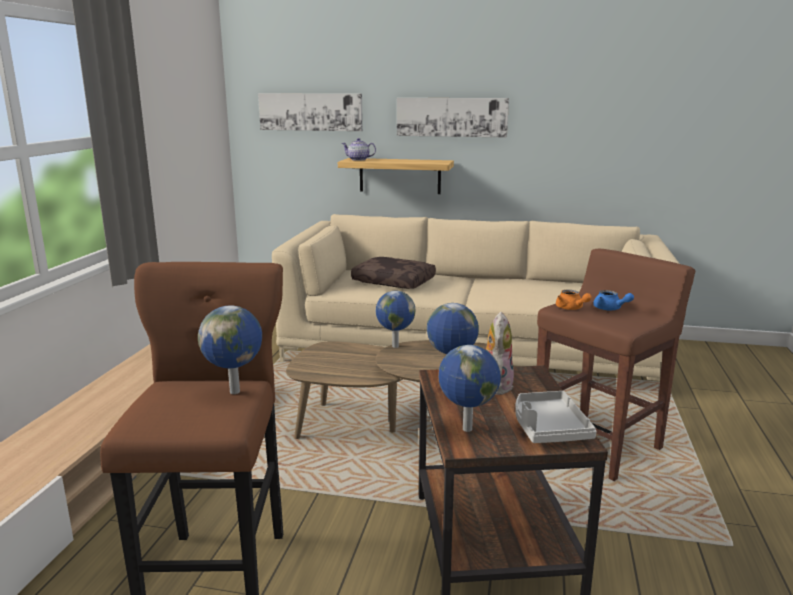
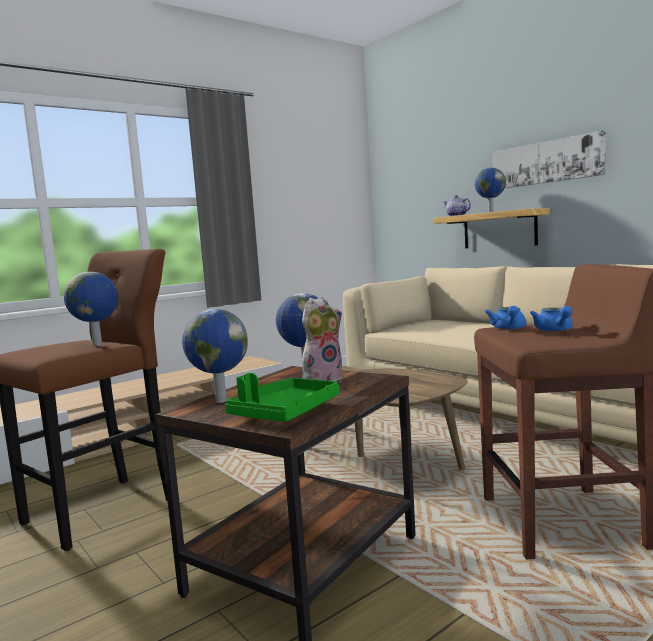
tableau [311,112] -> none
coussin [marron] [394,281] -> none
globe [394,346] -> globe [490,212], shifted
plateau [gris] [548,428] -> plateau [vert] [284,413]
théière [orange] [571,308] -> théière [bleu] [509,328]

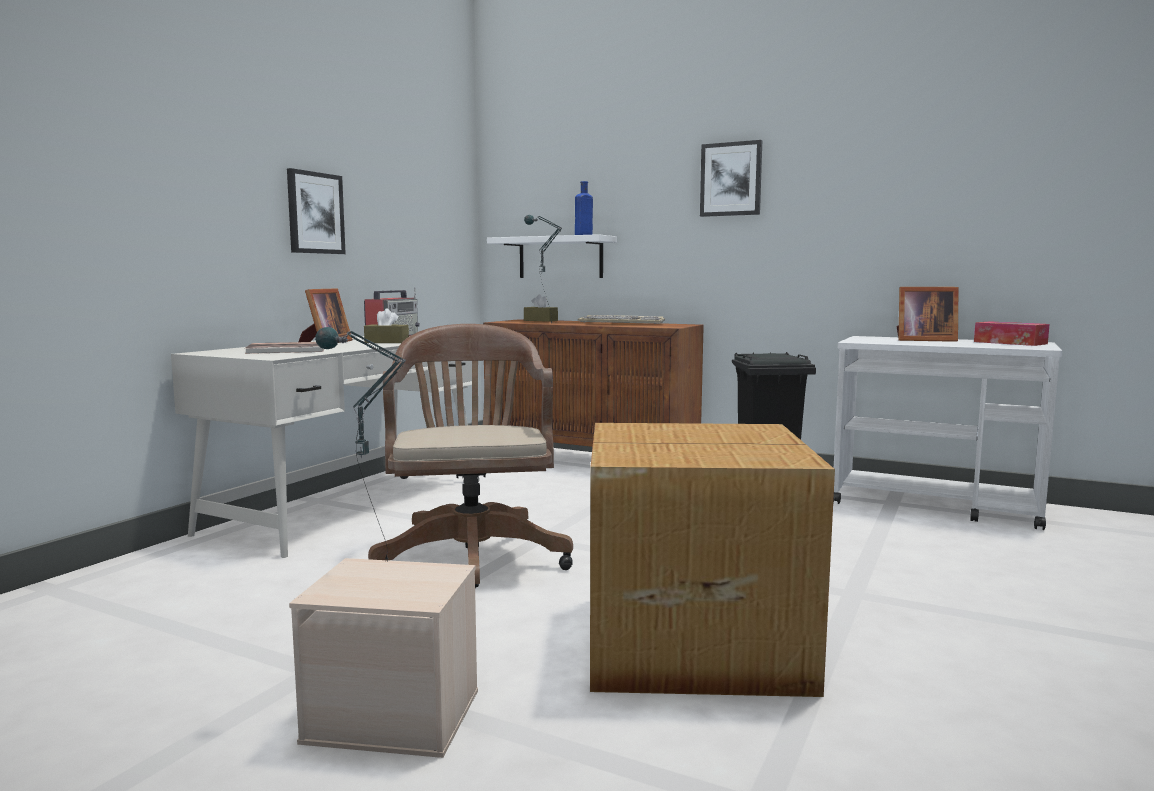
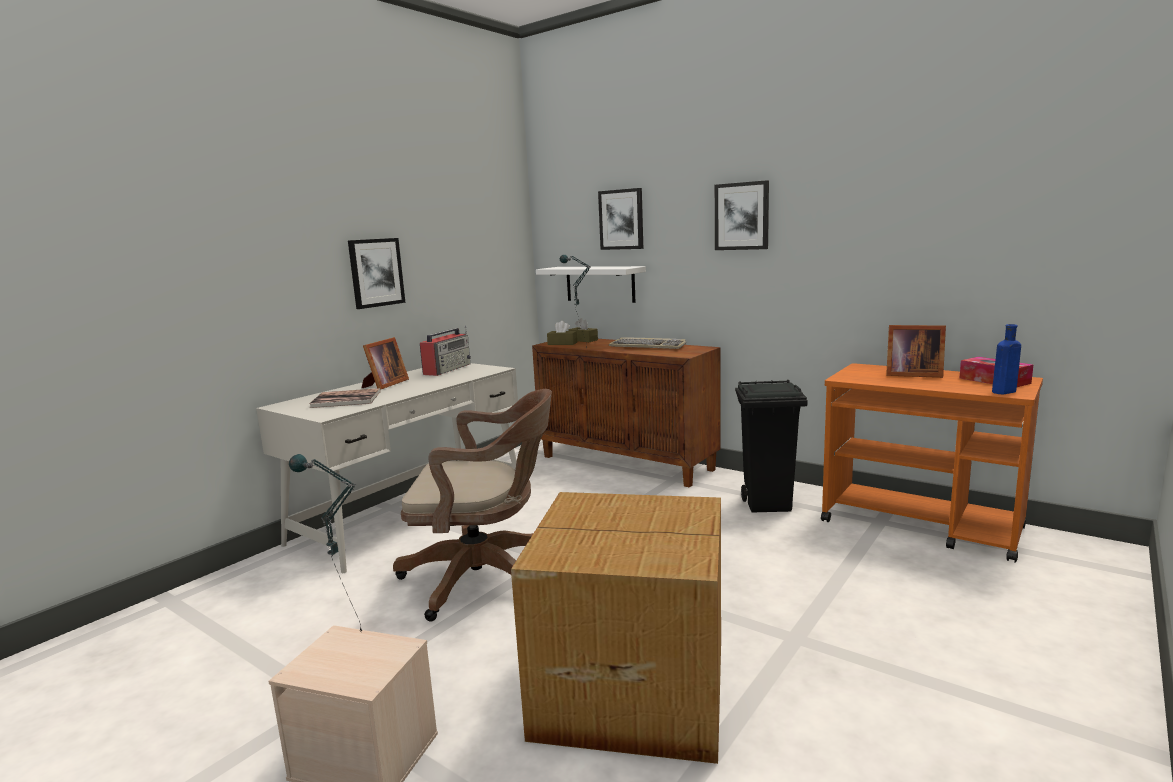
boîte à mouchoirs [marron] [386,342] -> boîte à mouchoirs [marron] [562,343], shifted
chaise de bureau [marron] [472,557] -> chaise de bureau [marron] [487,578], 90 degrees clockwise
bouteille [bleu] [582,235] -> bouteille [bleu] [1003,392], shifted
chariot [blanc] [936,504] -> chariot [orange] [922,525]
none -> tableau [621,219]

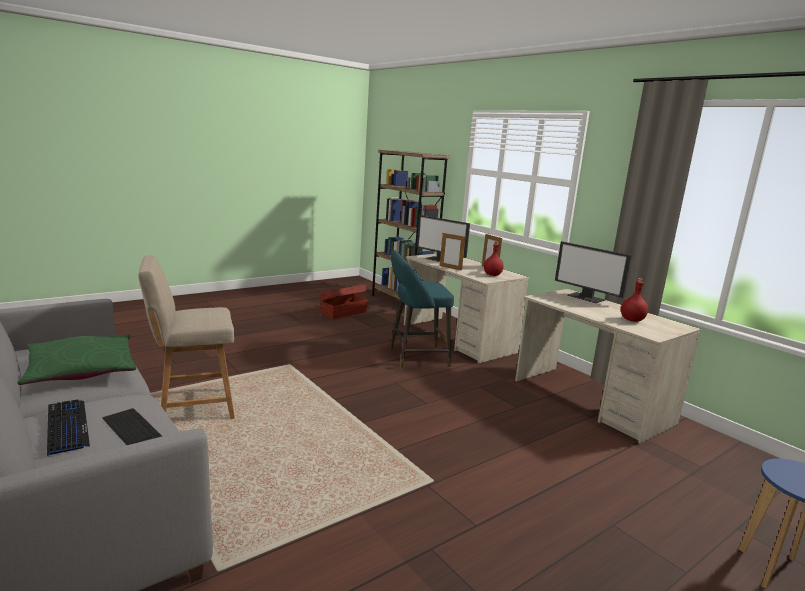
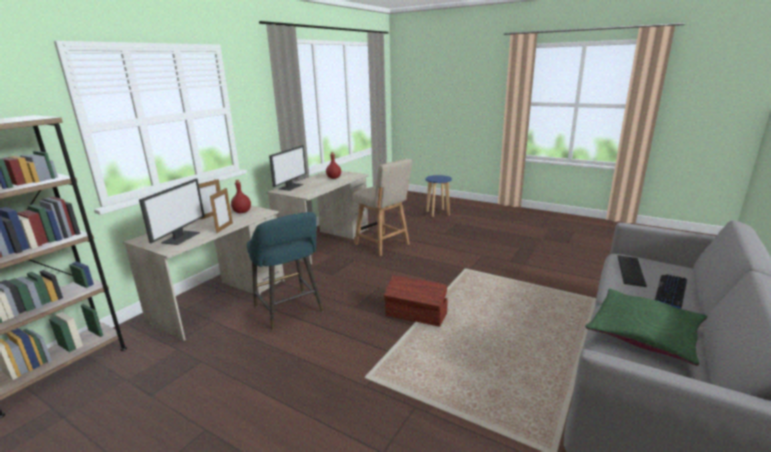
chaise [beige] [191,407] -> chaise [beige] [383,245], shifted
boîte de rangement [marron] [343,312] -> boîte de rangement [marron] [416,315], shifted

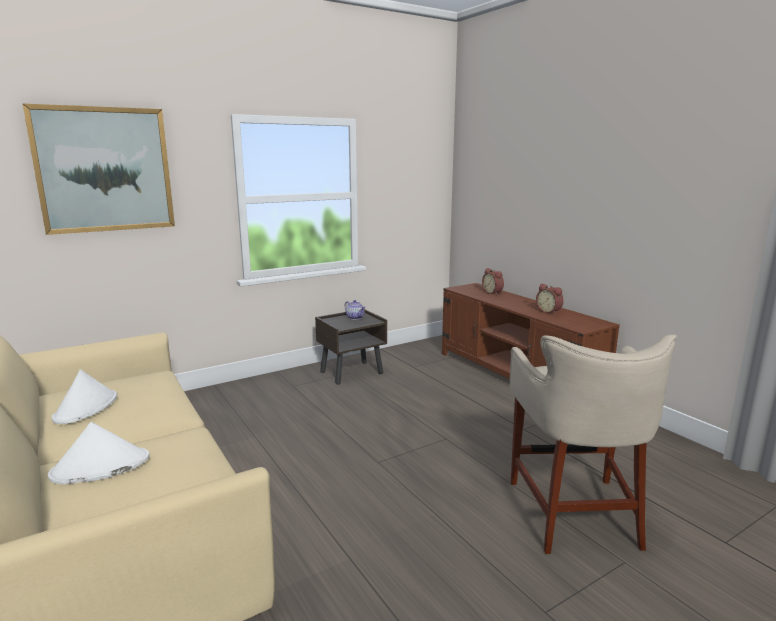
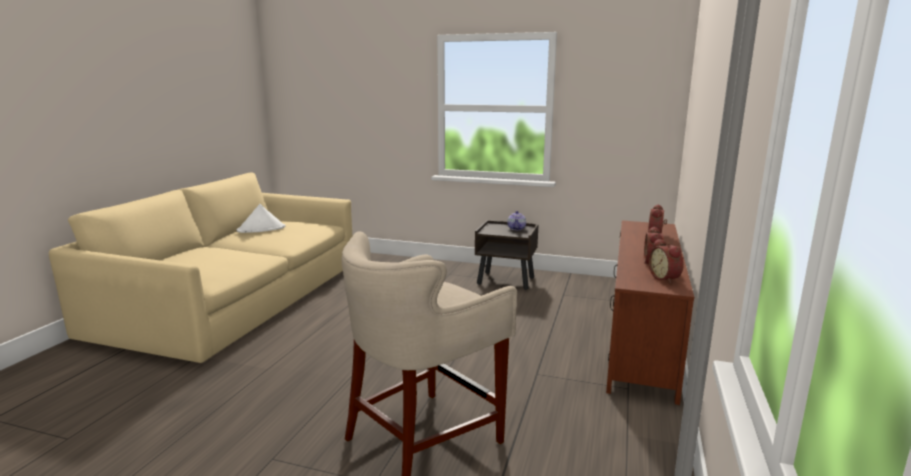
tableau [104,170] -> none
chapeau [blanc] [100,467] -> none
none -> réveil [665,278]

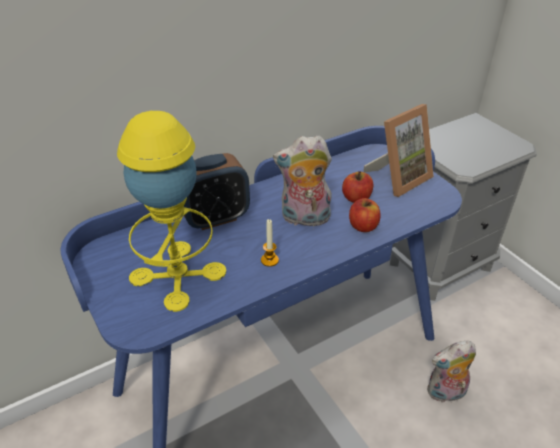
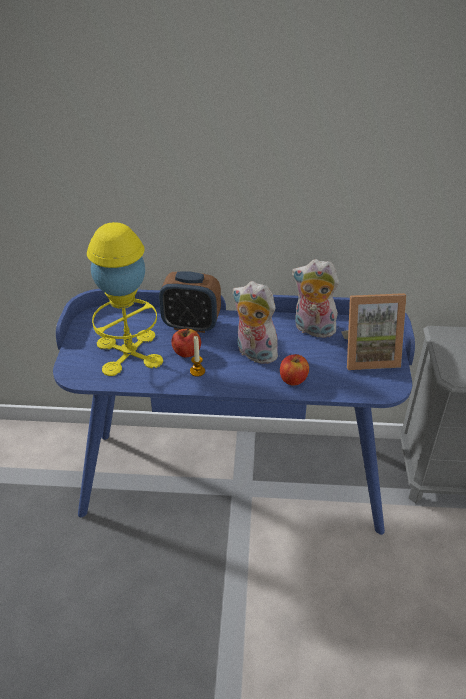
pomme [356,198] -> pomme [186,352], shifted
peluche [445,393] -> peluche [312,330], shifted

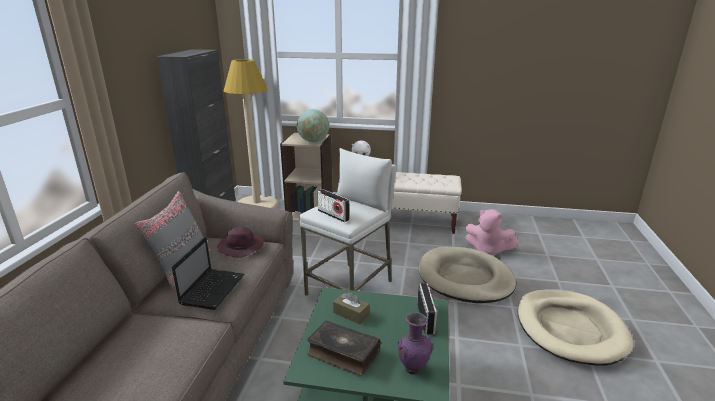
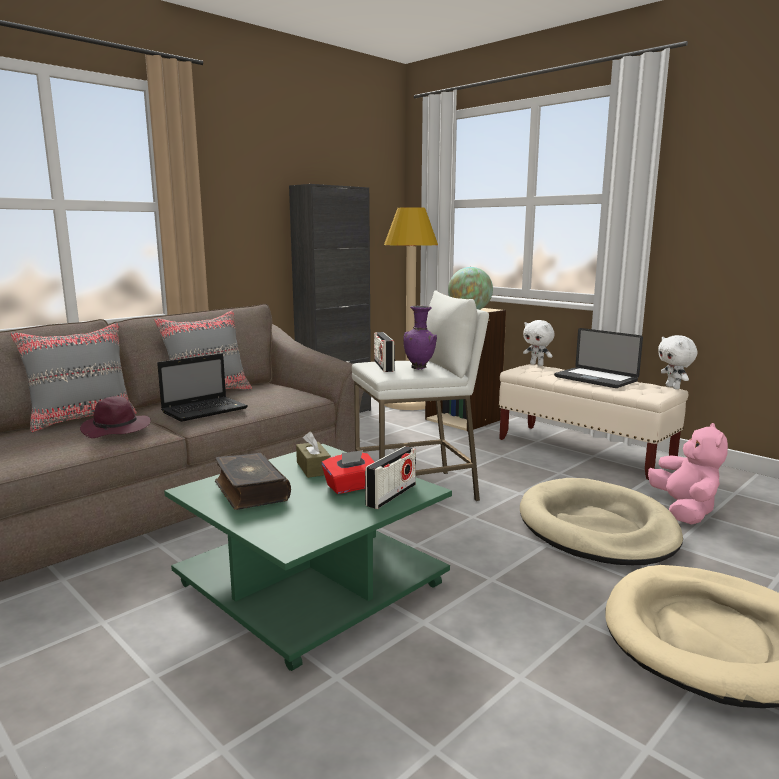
chapeau [violet] [242,247] -> chapeau [violet] [117,429], shifted
vase [violet] [413,368] -> vase [violet] [420,368], shifted
peluche [rose] [487,250] -> peluche [rose] [684,510], 150 degrees counterclockwise
none -> coussin [gris] [82,419]
none -> boîte à mouchoirs [rouge] [351,487]
none -> ordinateur portable [595,379]
none -> peluche [blanc] [673,387]

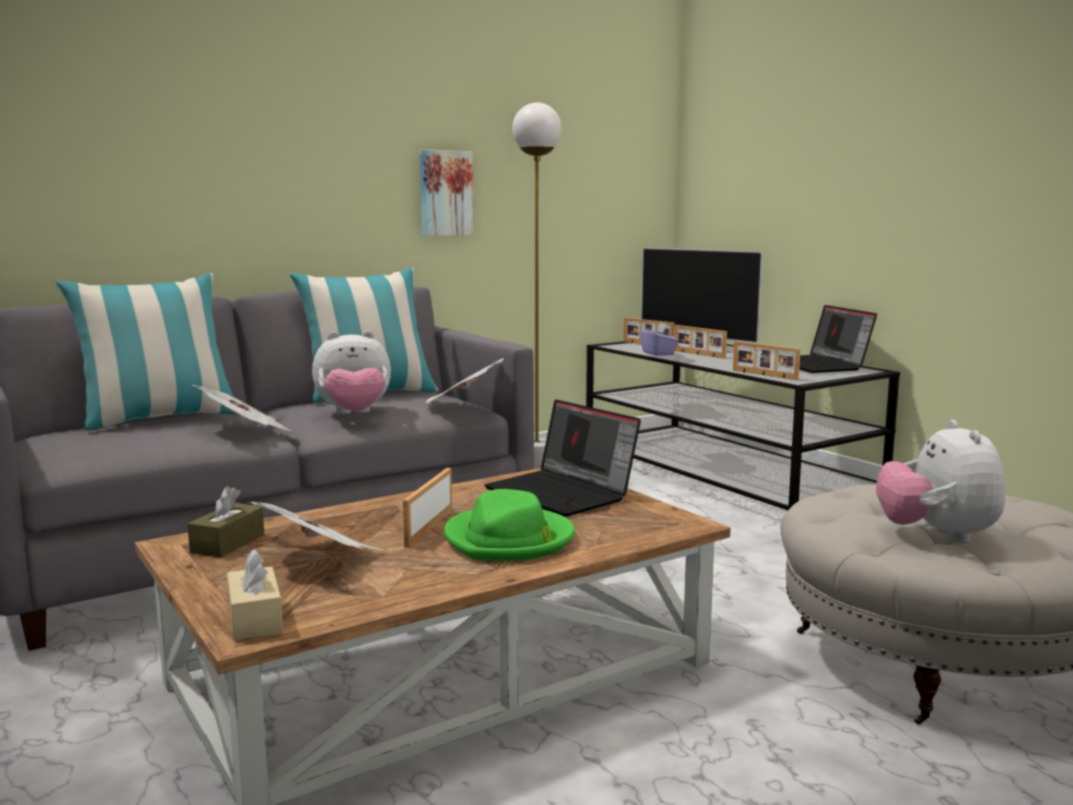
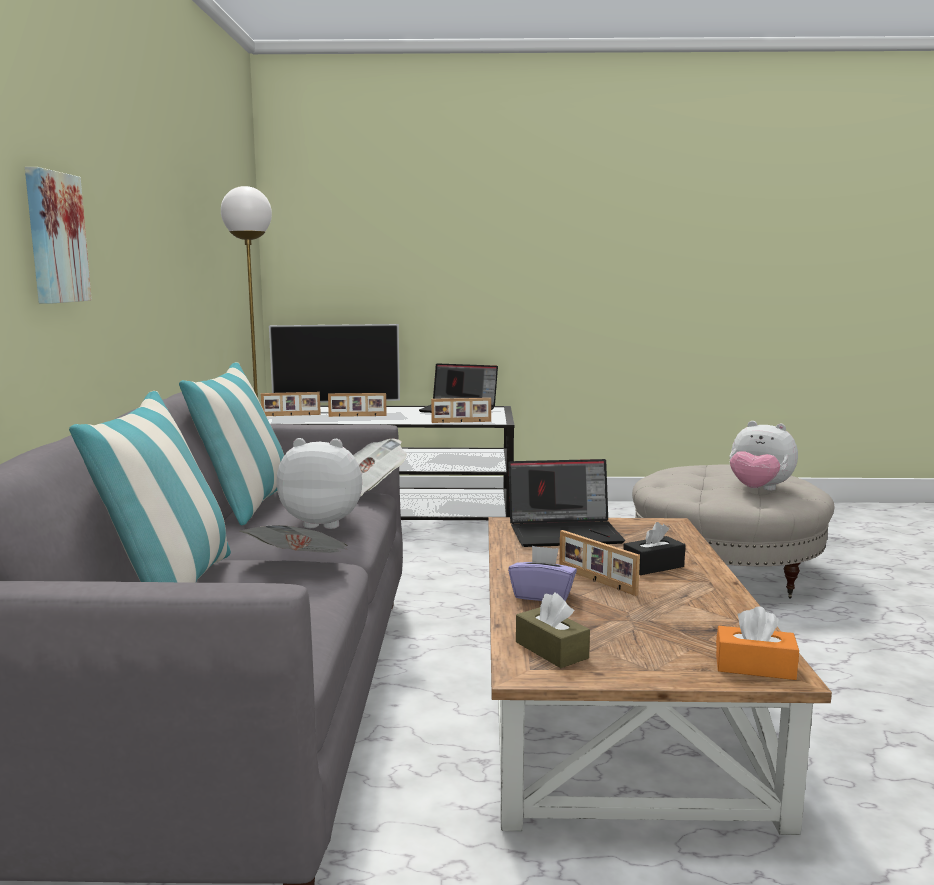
boîte à mouchoirs [beige] [255,619] -> boîte à mouchoirs [orange] [755,667]
journal [318,559] -> none
peluche [354,414] -> peluche [324,523], 105 degrees counterclockwise
tableau [445,193] -> tableau [54,238], shifted
chapeau [vert] [509,540] -> boîte à mouchoirs [noir] [653,566]
boîte à mouchoirs [violet] [658,353] -> boîte à mouchoirs [violet] [542,595], shifted

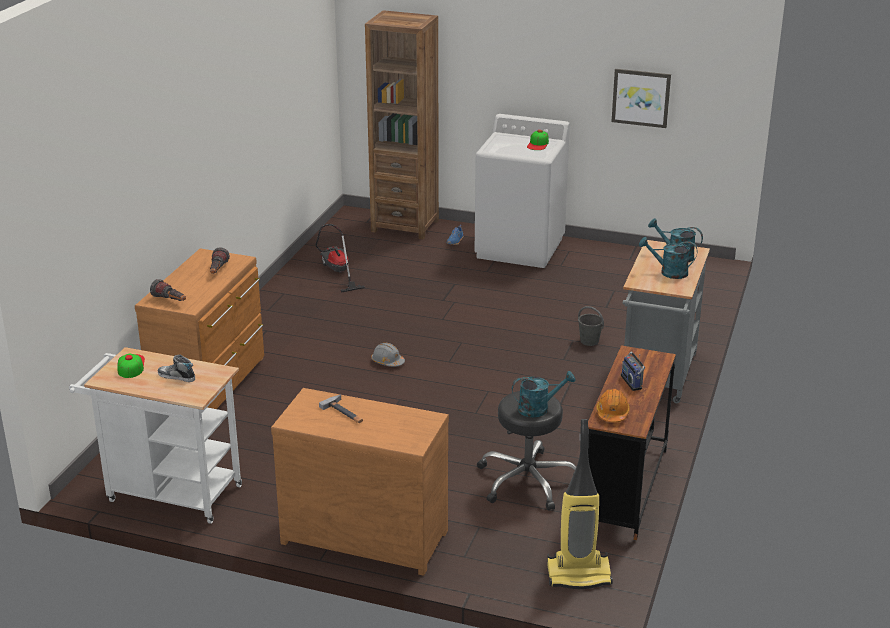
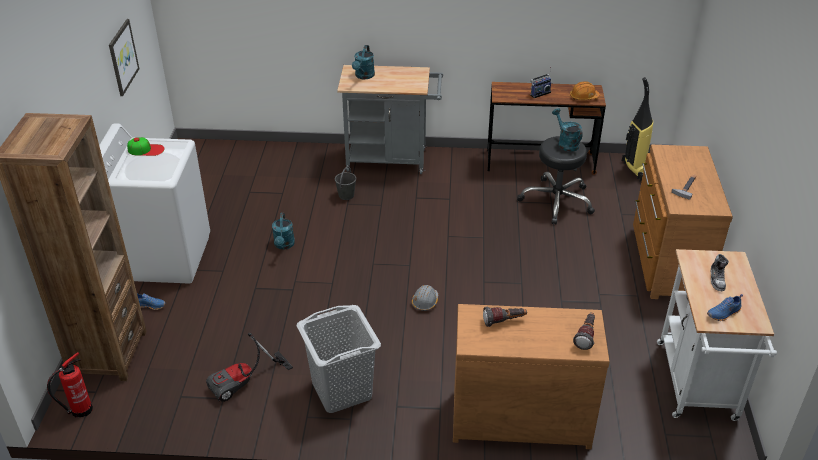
casquette [130,366] -> chaussure [bleu] [724,314]
arrosoir [turquoise] [668,272] -> arrosoir [turquoise] [284,245], shifted
none -> extincteur [79,410]
none -> panier à linge [gris] [342,390]

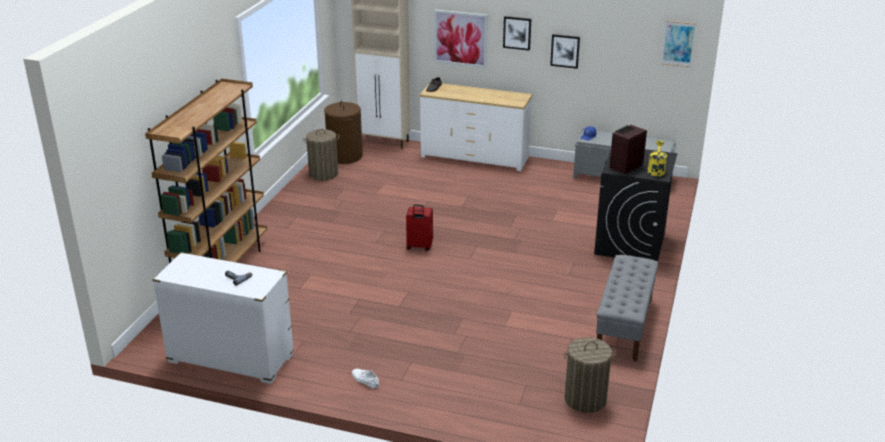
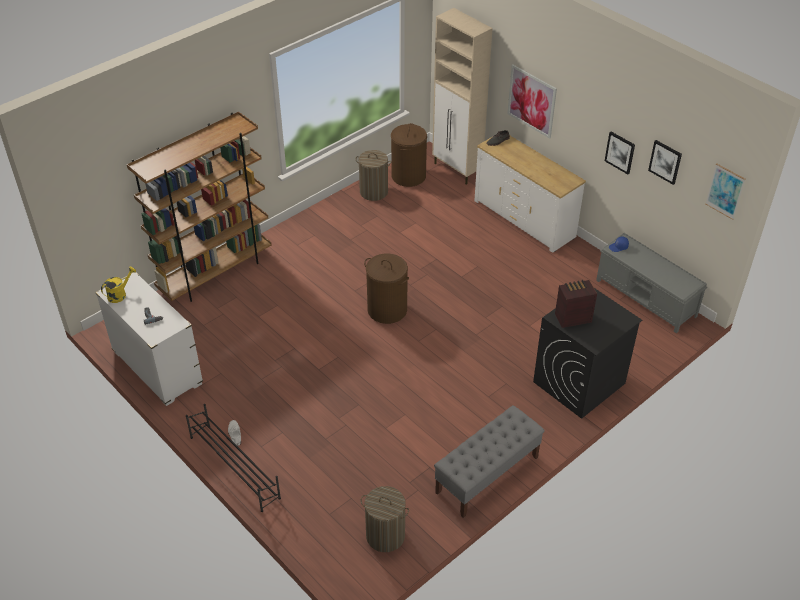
valise [rouge] [419,247] -> panier à linge [marron] [387,310]
tableau [517,33] -> tableau [665,161], shifted
arrosoir [jaune] [656,170] -> arrosoir [jaune] [120,294], shifted
none -> étagère à chaussures [noir] [234,466]

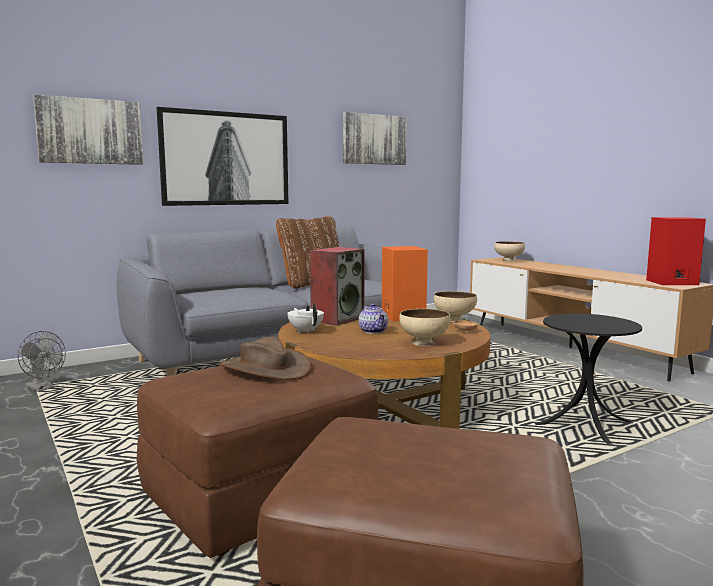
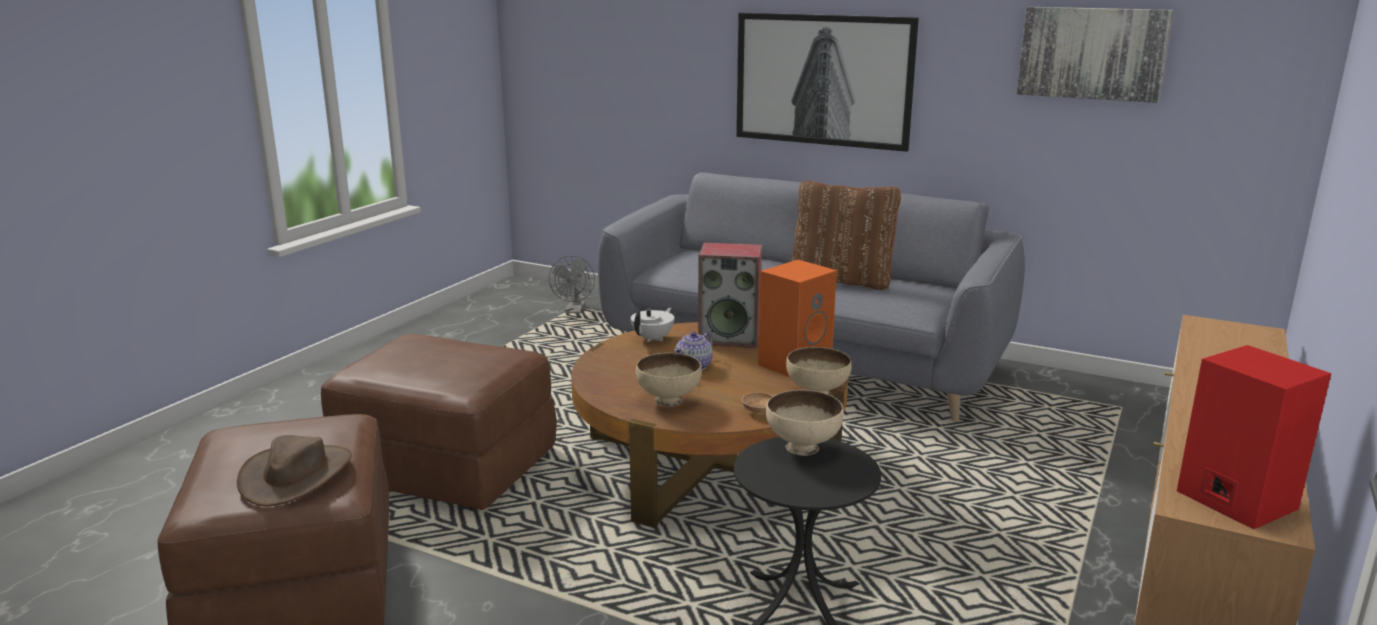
tableau [90,131] -> none
chapeau [marron] [265,369] -> chapeau [marron] [296,475], shifted
bol [beige] [509,260] -> bol [beige] [803,448], shifted

